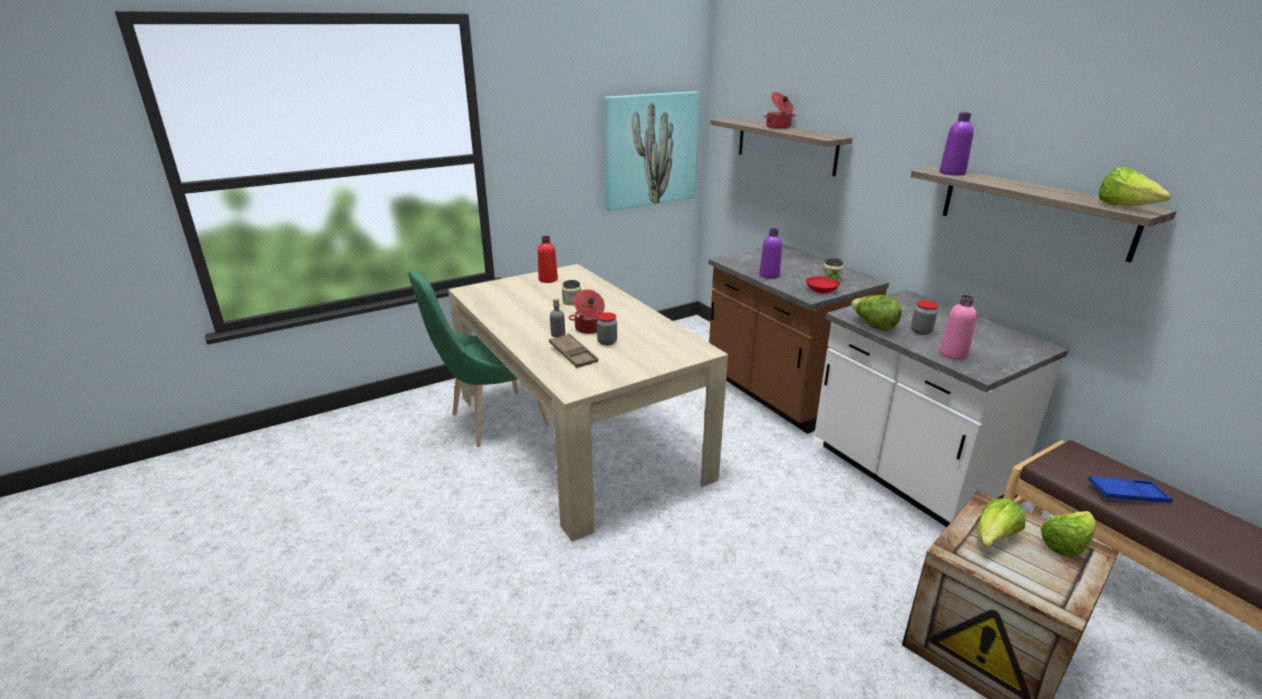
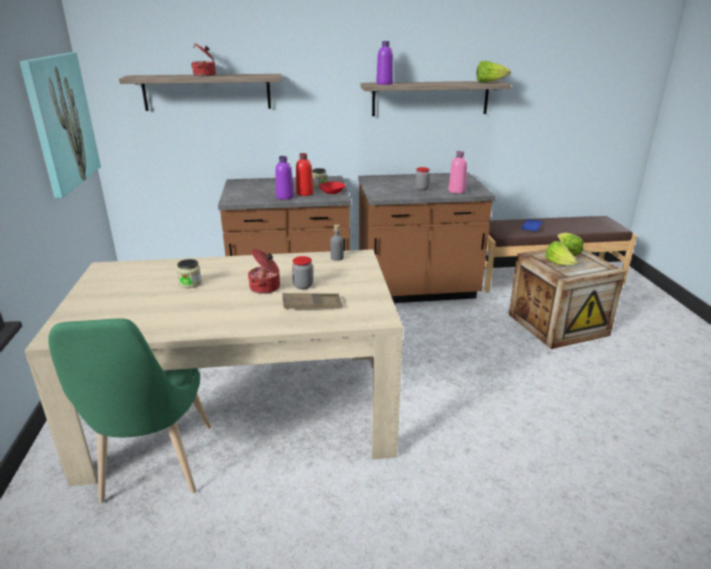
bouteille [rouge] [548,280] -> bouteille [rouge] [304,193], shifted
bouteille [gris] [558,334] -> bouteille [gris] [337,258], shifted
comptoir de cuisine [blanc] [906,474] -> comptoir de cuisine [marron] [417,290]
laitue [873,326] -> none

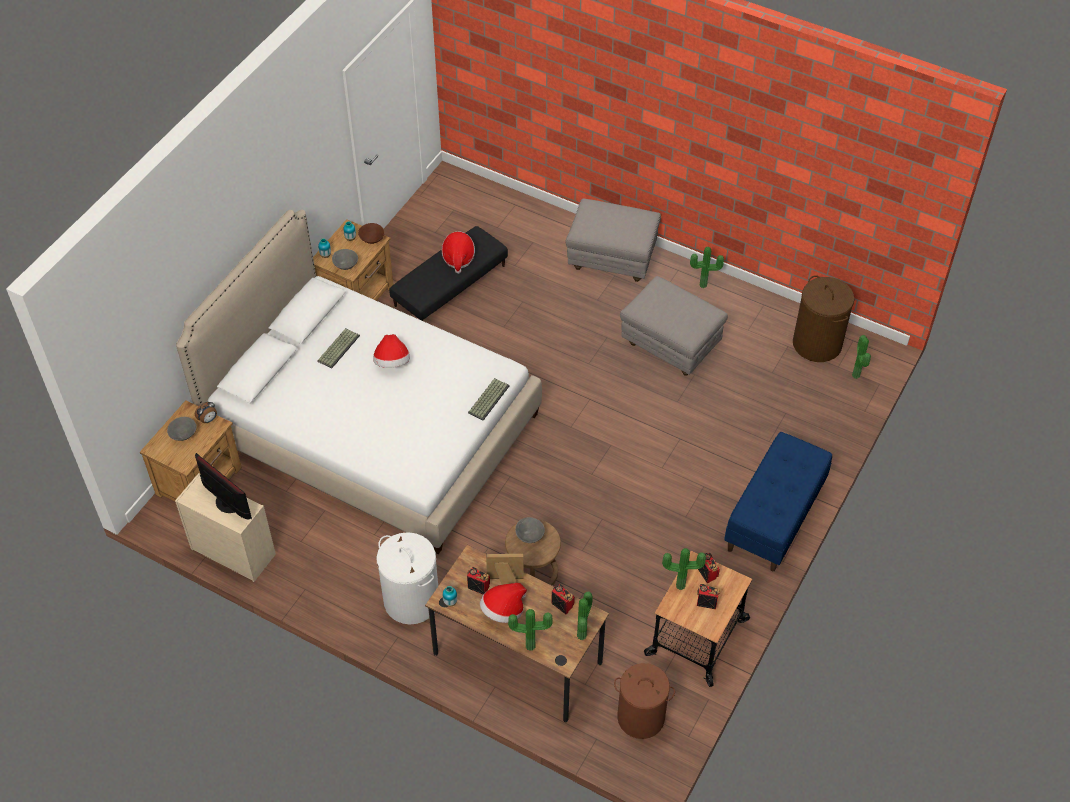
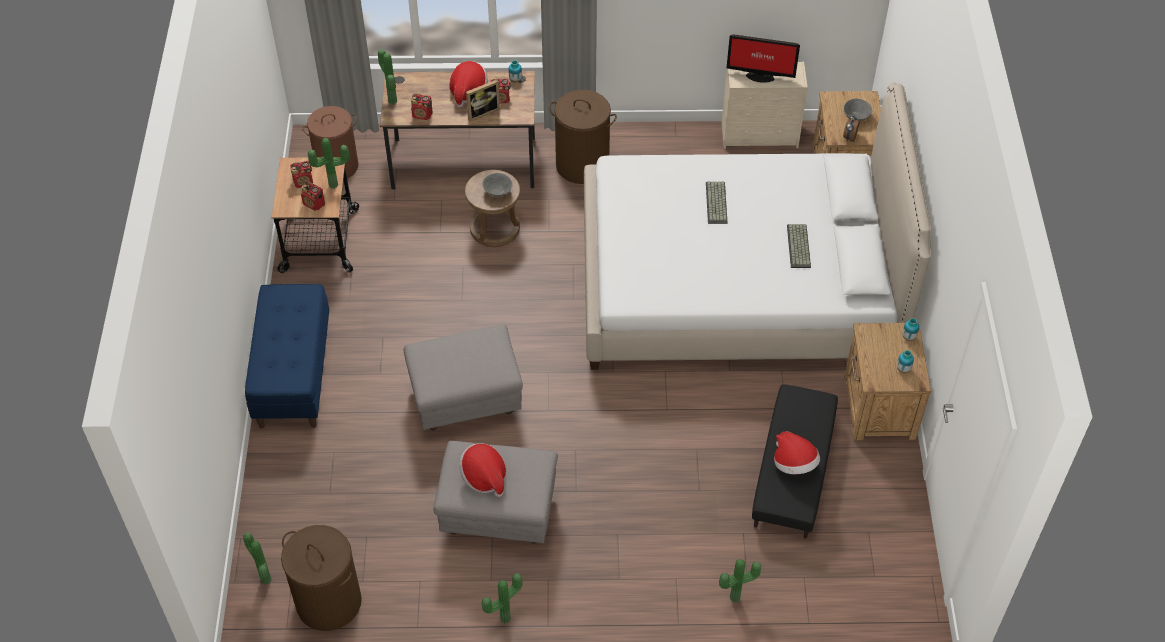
bol [gris] [345,265] -> none
bol [marron] [372,240] -> none
chapeau [392,362] -> chapeau [484,477], shifted
panier à linge [blanc] [411,600] -> panier à linge [marron] [582,165]
clavier [488,398] -> clavier [717,203], shifted
plante en pot [530,644] -> plante en pot [736,599], shifted
pouf [gris] [612,260] -> pouf [gris] [465,401], shifted

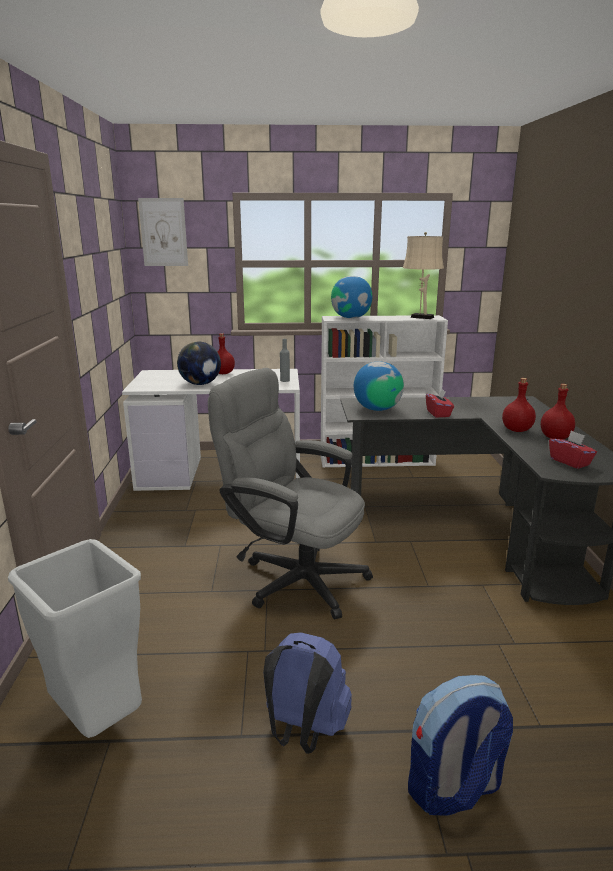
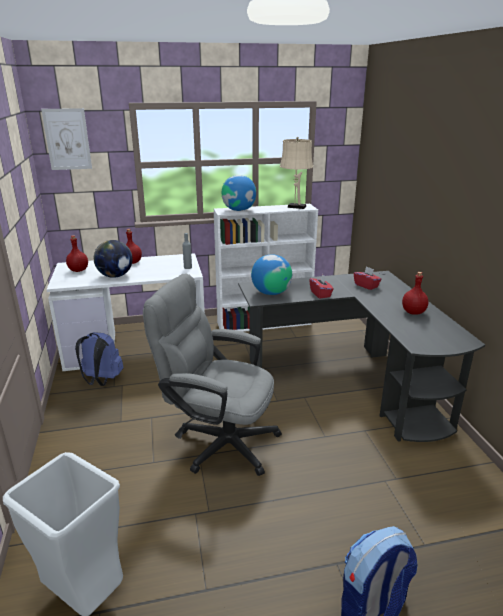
sac à dos [bleu] [304,732] -> sac à dos [bleu] [101,380], shifted
bouteille [rouge] [516,430] -> bouteille [rouge] [78,270], shifted
boîte à mouchoirs [rouge] [570,462] -> boîte à mouchoirs [rouge] [366,286], shifted

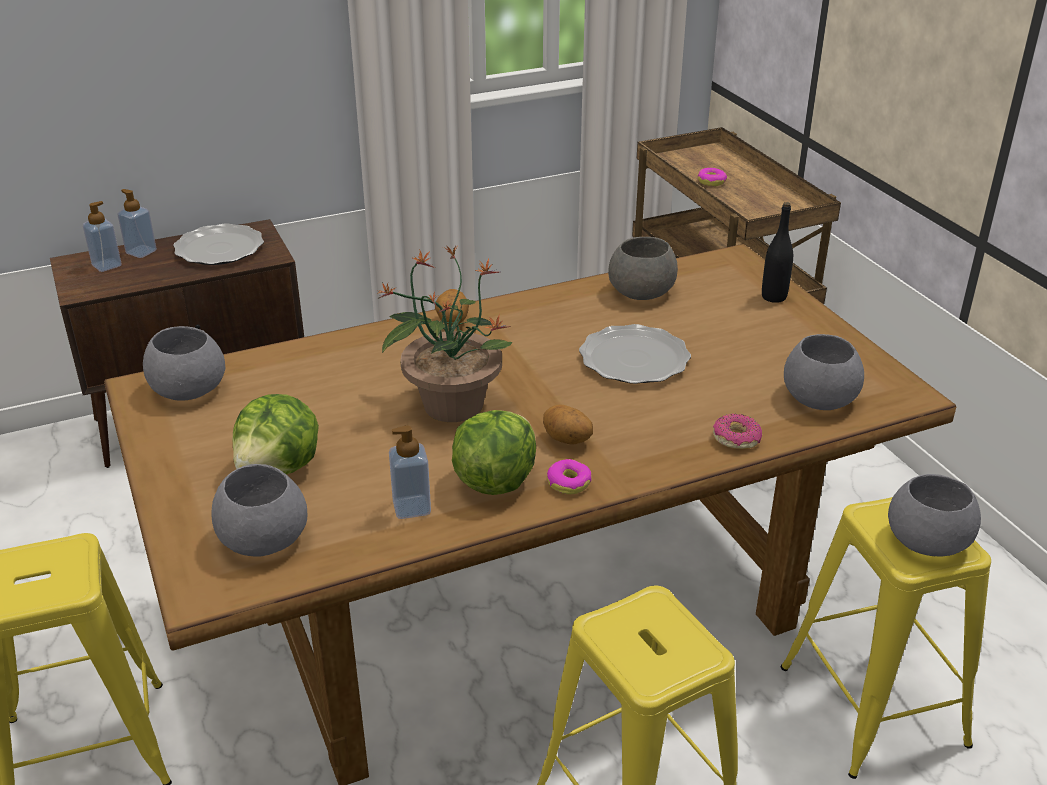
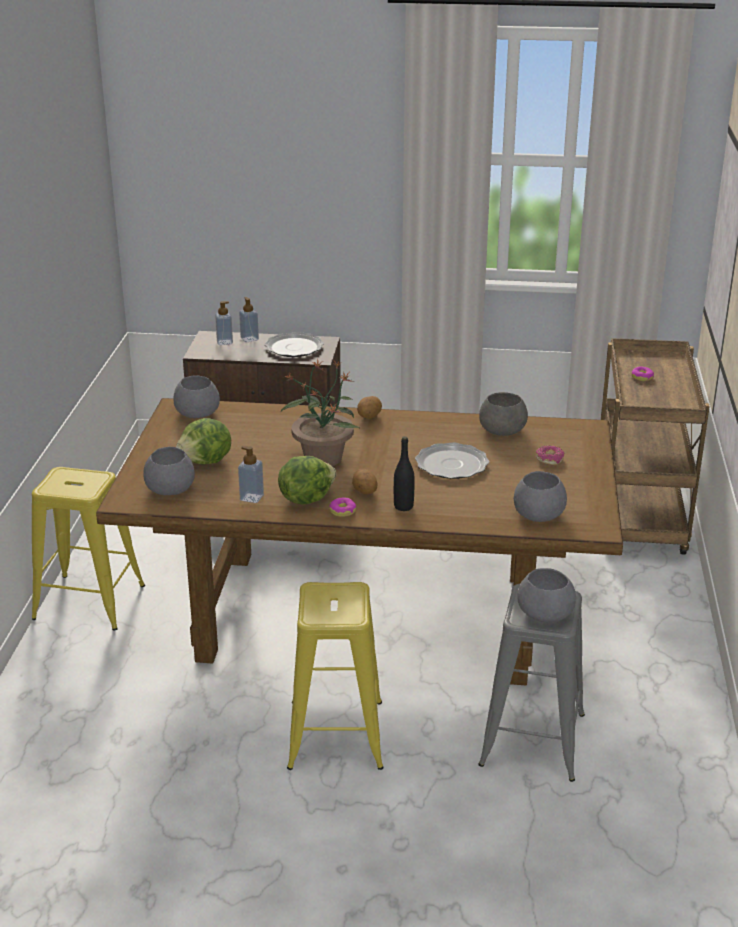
beignet [736,438] -> beignet [549,459], shifted
bouteille [noir] [774,297] -> bouteille [noir] [403,506], shifted
tabouret [jaune] [872,705] -> tabouret [gris] [532,739]

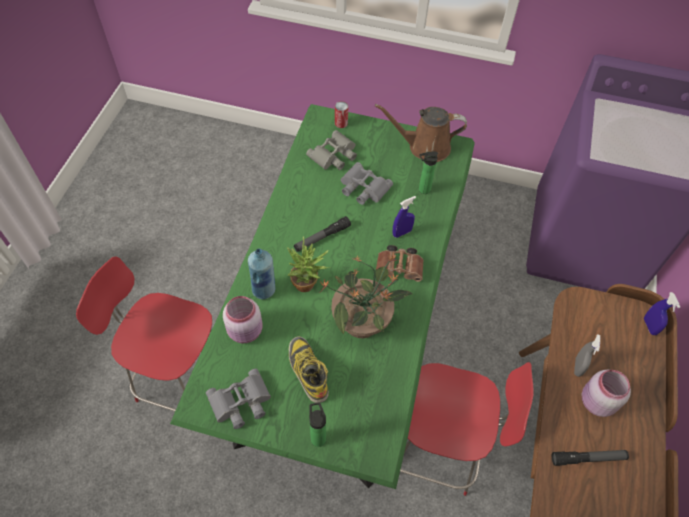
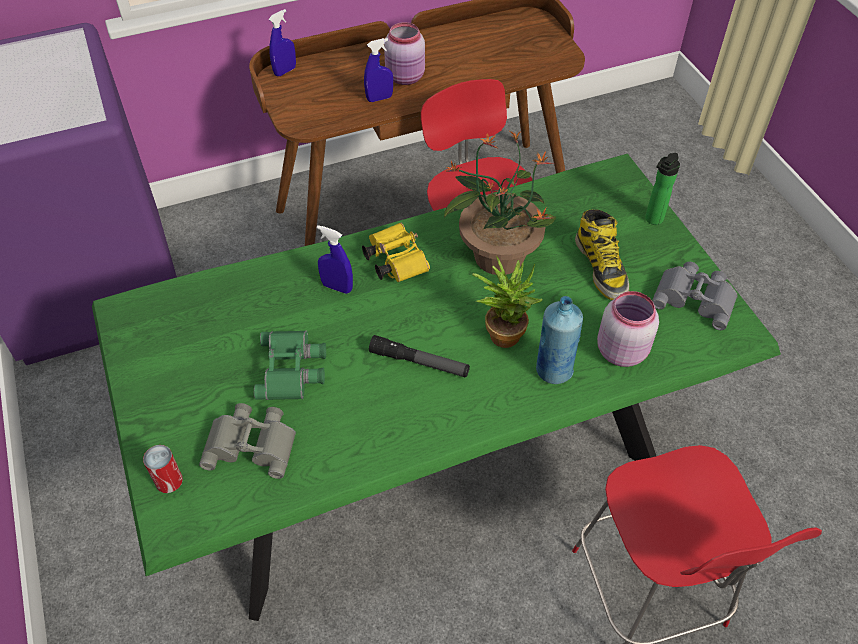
botte [307,370] -> botte [601,267], 45 degrees counterclockwise
jumelles [gris] [363,188] -> jumelles [vert] [293,369]
arrosoir [marron] [424,147] -> none
jumelles [marron] [400,269] -> jumelles [jaune] [394,261]
bouteille [422,190] -> none
lampe de poche [588,458] -> none
vaporisateur [gris] [578,367] -> vaporisateur [bleu] [379,98]

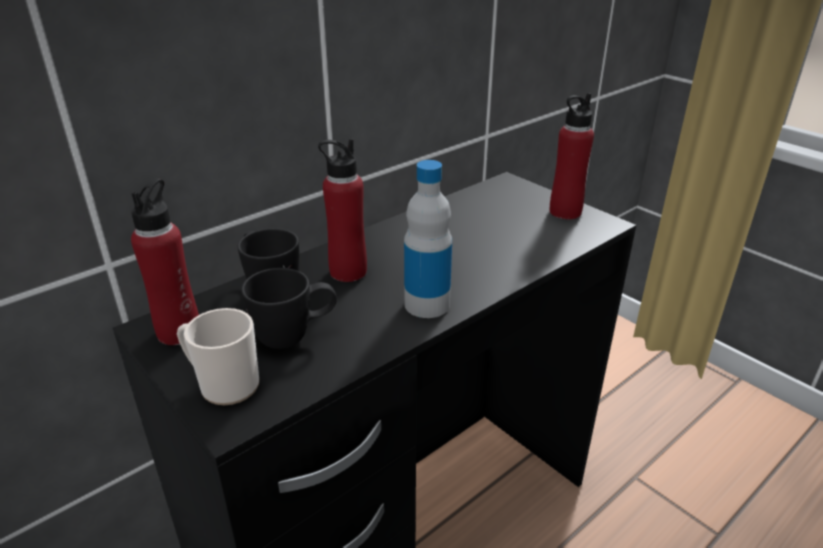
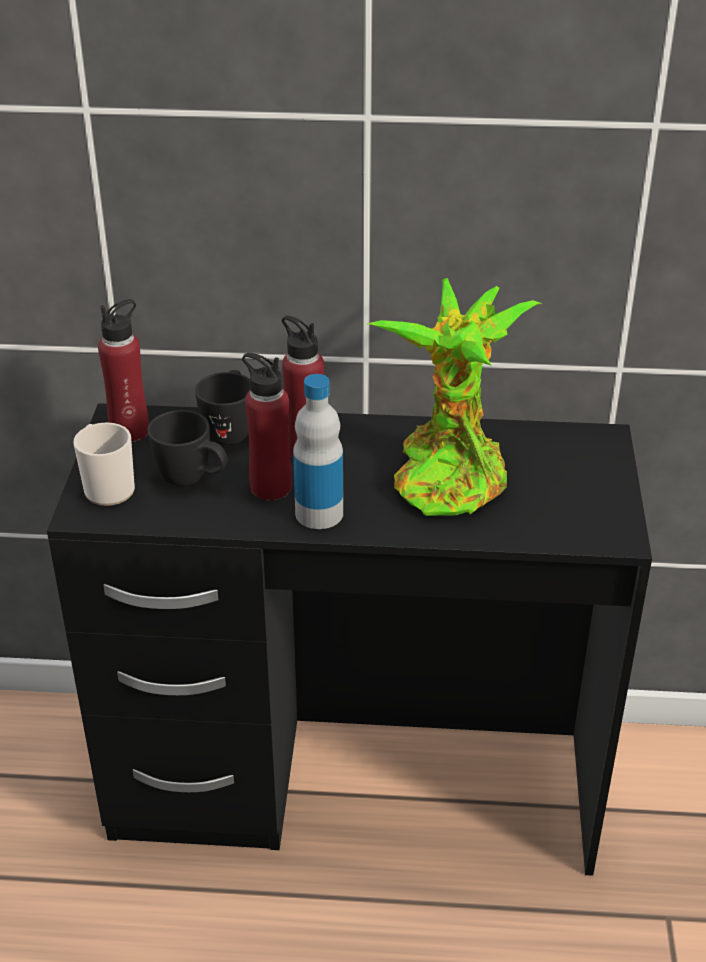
bouteille [rouge] [565,212] -> bouteille [rouge] [270,487], shifted
none -> plante en pot [449,475]

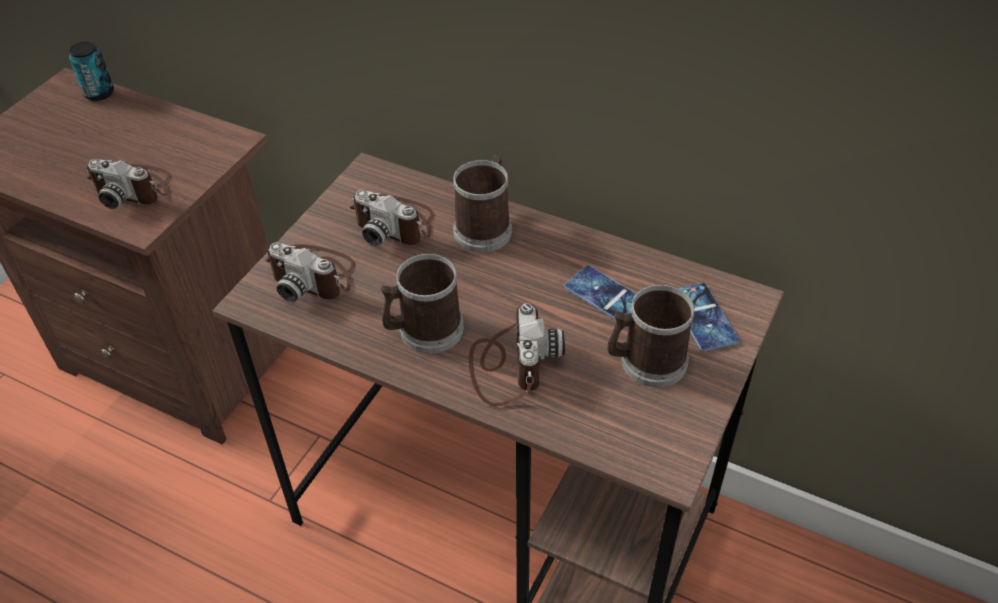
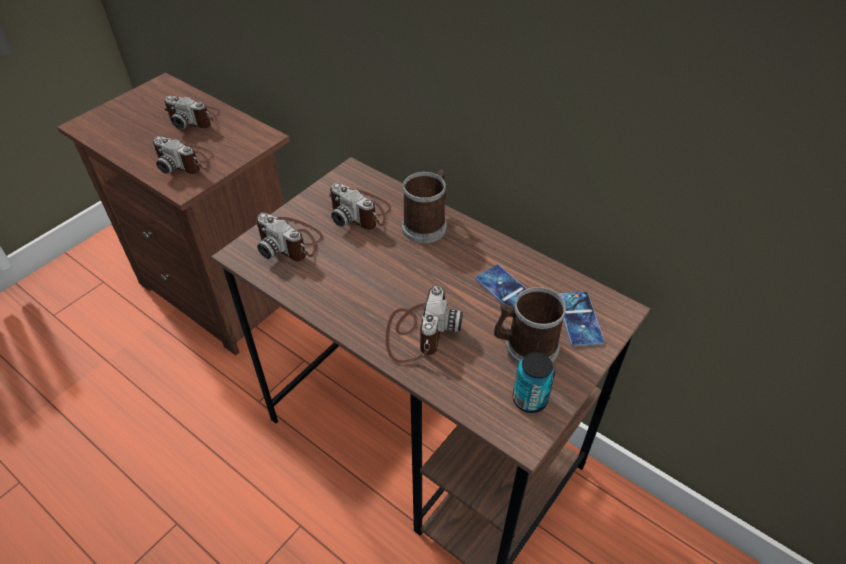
boîte métallique [99,93] -> boîte métallique [529,399], shifted
mug [424,331] -> none
none -> appareil photo [195,118]

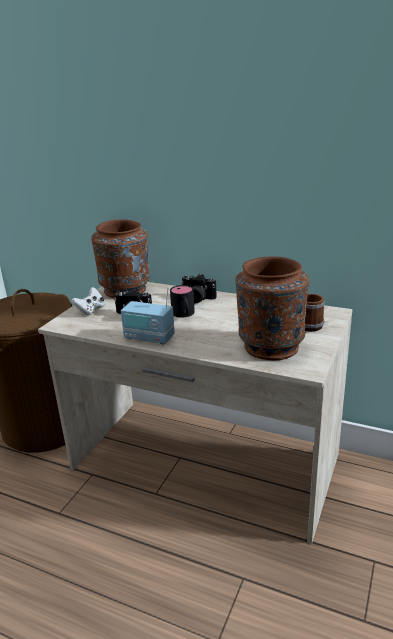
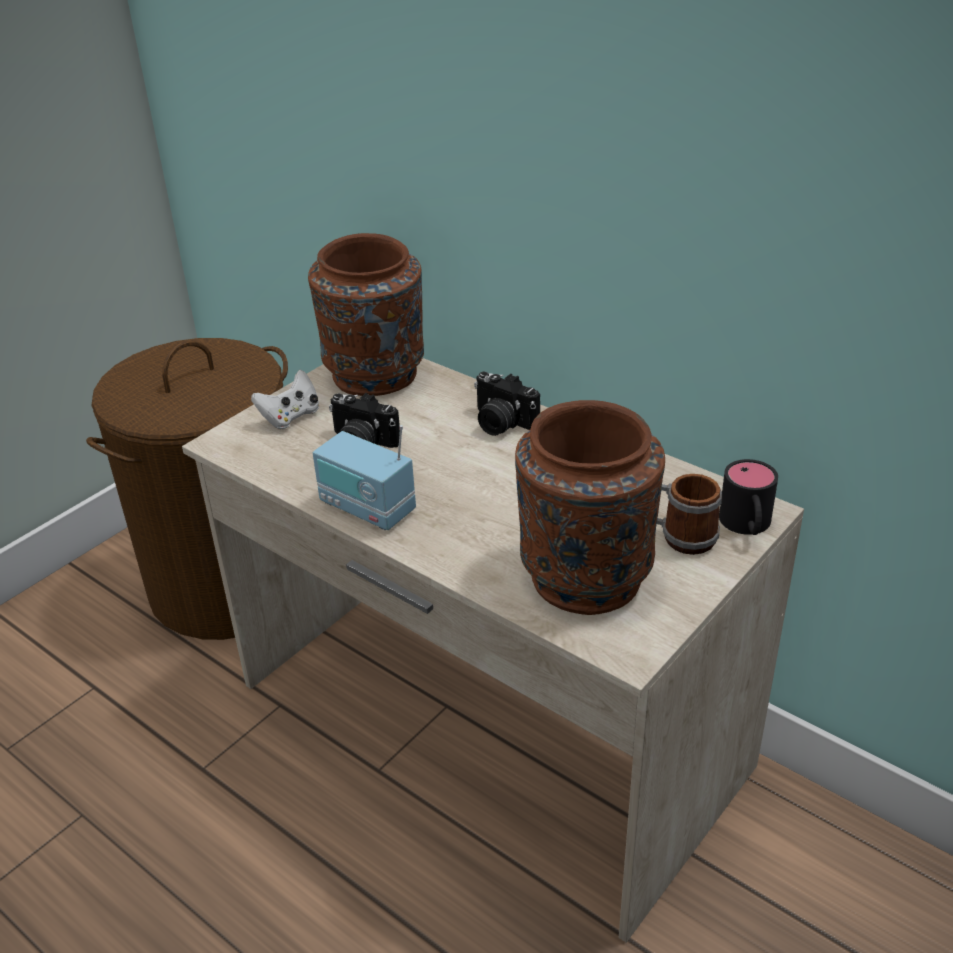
mug [noir] [184,314] -> mug [noir] [747,526], shifted

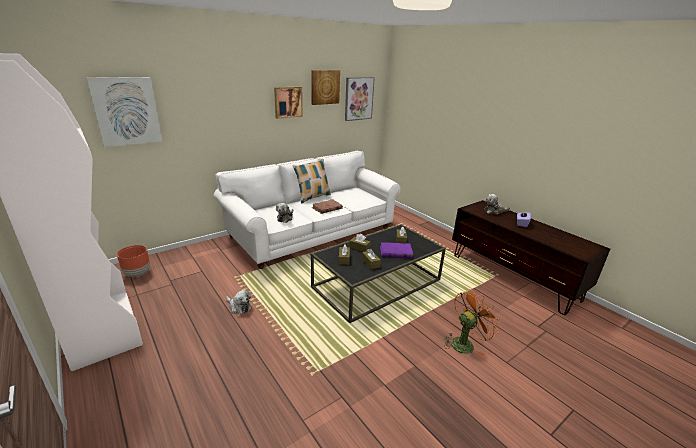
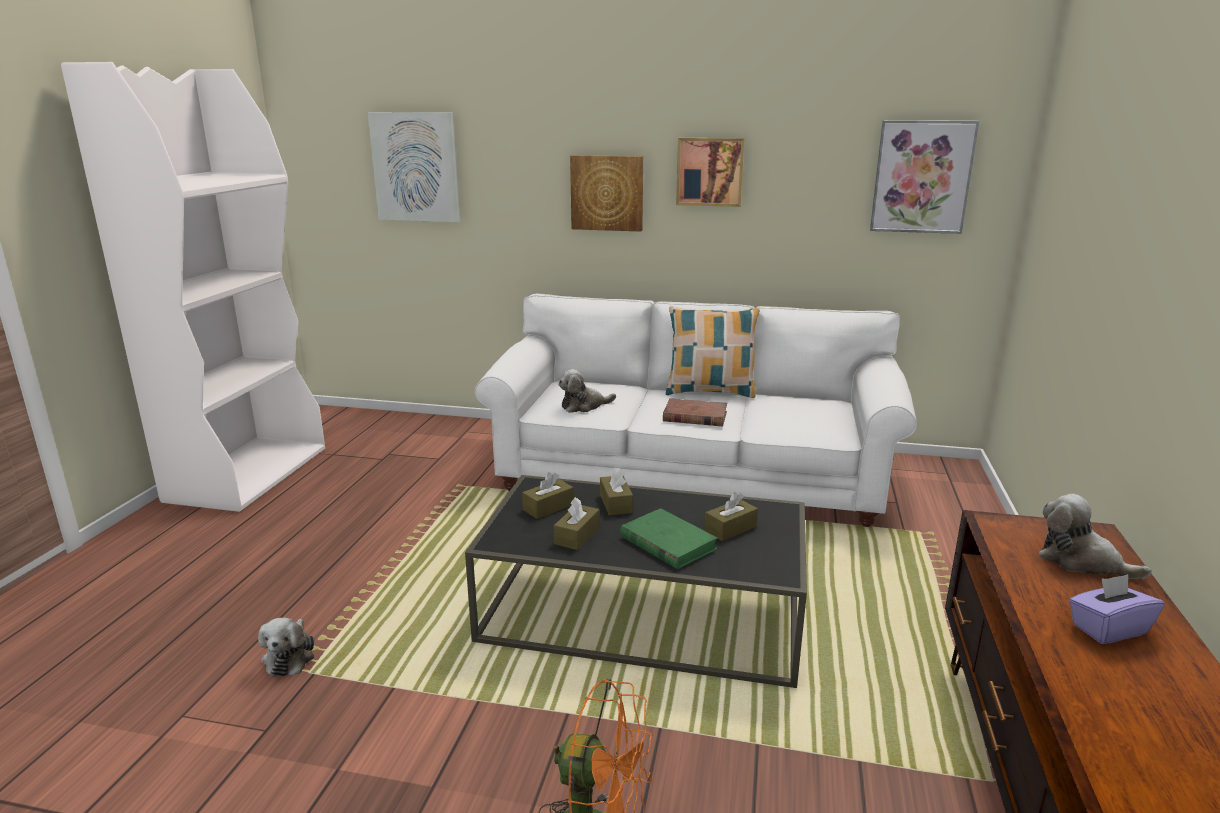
cache-pot [marron] [137,273] -> none
peluche [239,307] -> peluche [290,656], shifted
tableau [325,87] -> tableau [607,193], shifted
livre [violet] [395,252] -> livre [vert] [667,542]

